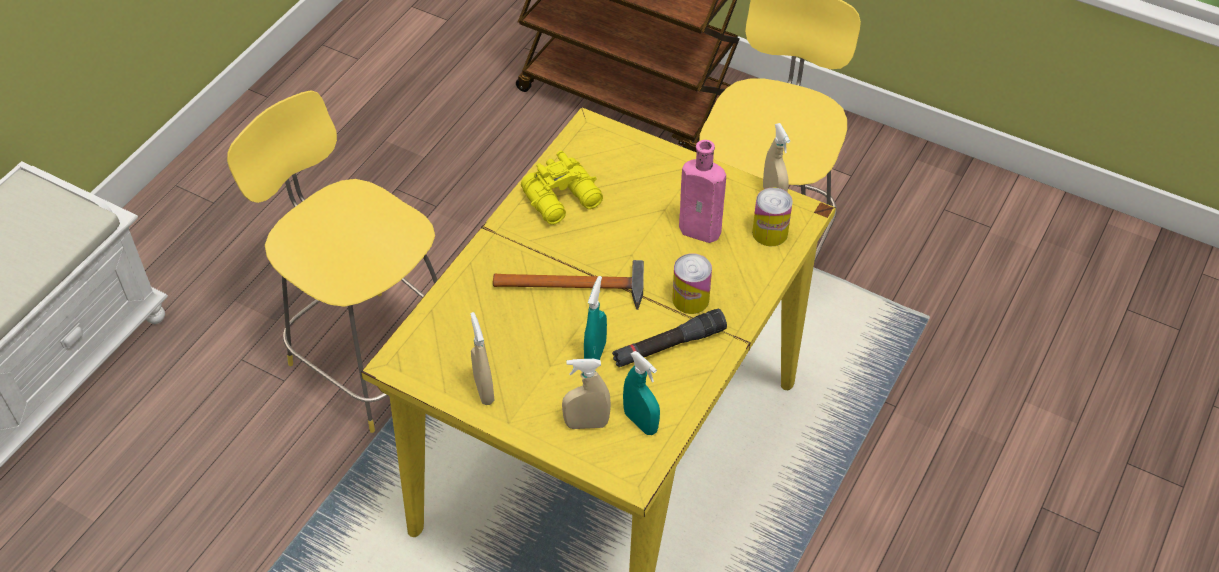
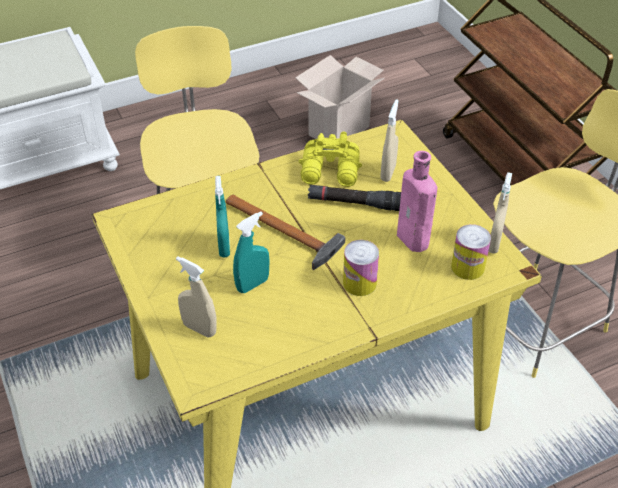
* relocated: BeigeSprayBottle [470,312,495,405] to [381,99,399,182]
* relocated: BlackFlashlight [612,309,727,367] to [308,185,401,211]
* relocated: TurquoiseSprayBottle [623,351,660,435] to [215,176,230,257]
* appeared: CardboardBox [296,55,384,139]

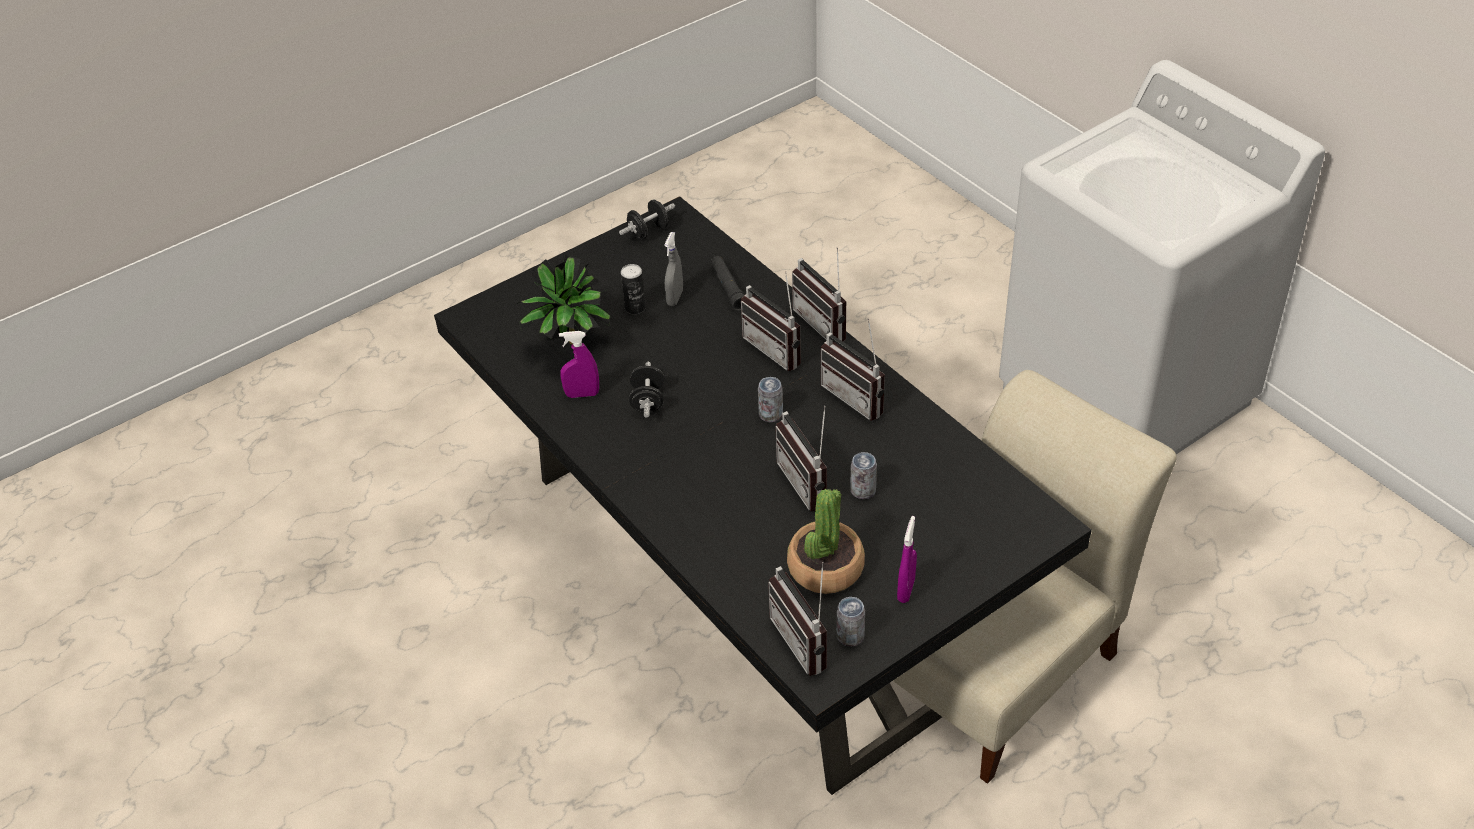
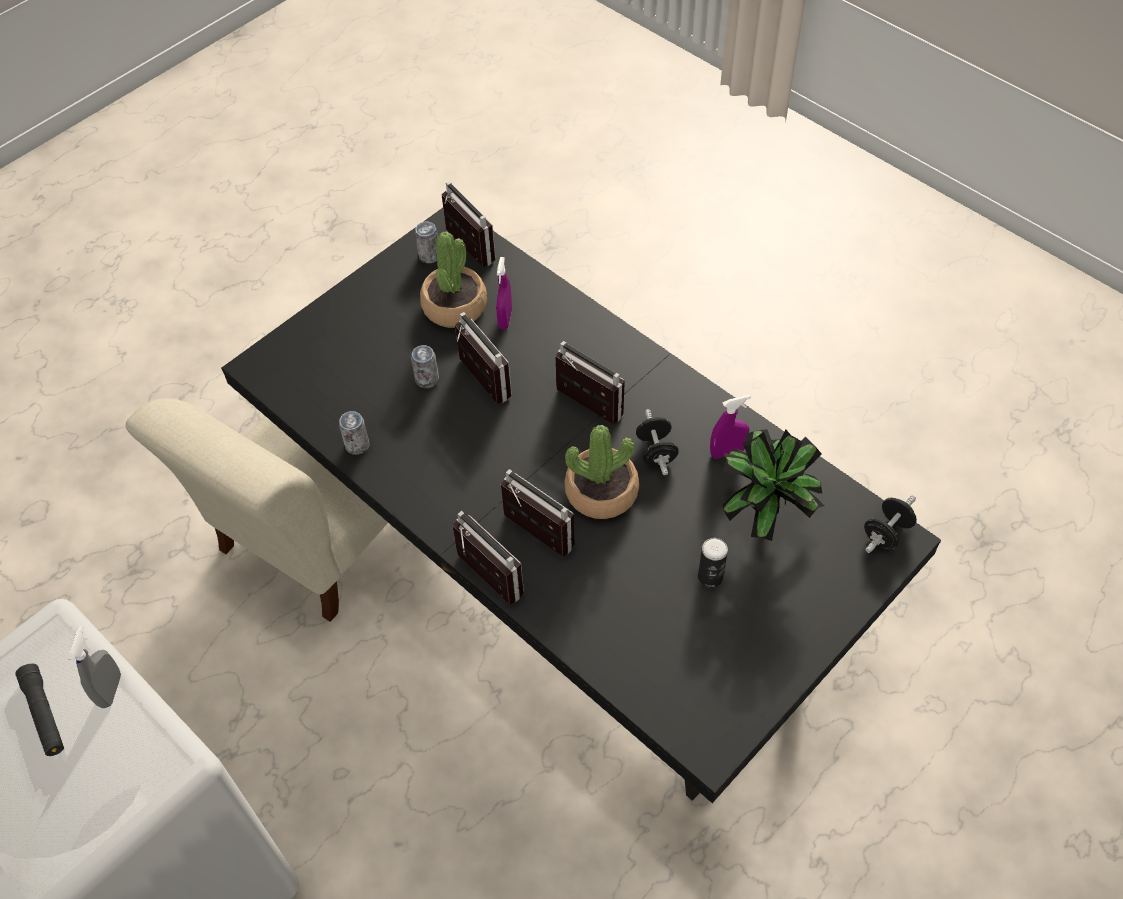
* relocated: BlackDumbbell [619,200,675,239] to [864,495,917,553]
* relocated: GreySprayBottle [665,232,683,306] to [68,626,121,708]
* relocated: BlackFlashlight [710,256,744,311] to [15,664,64,756]
* relocated: Can [758,377,783,422] to [339,411,370,455]
* relocated: Radio [821,318,885,421] to [555,341,625,424]
* relocated: PurpleSprayBottle [897,516,917,603] to [496,257,512,330]
* appeared: PottedPlant [565,425,639,519]

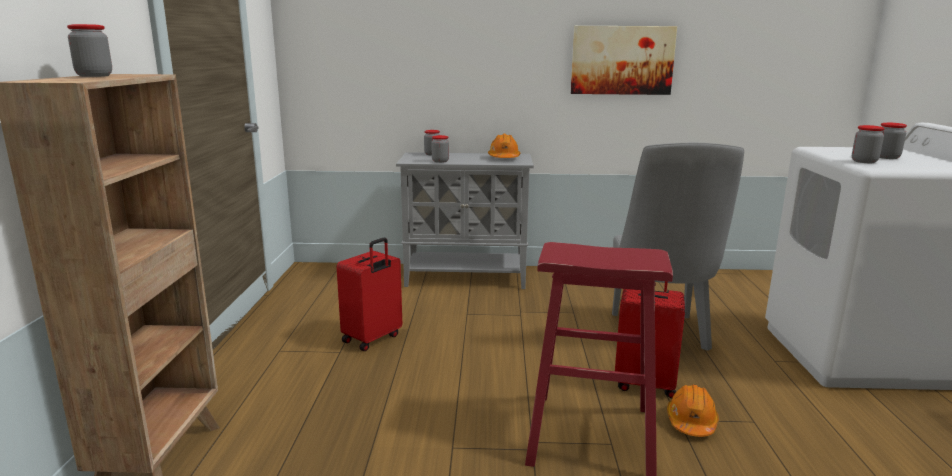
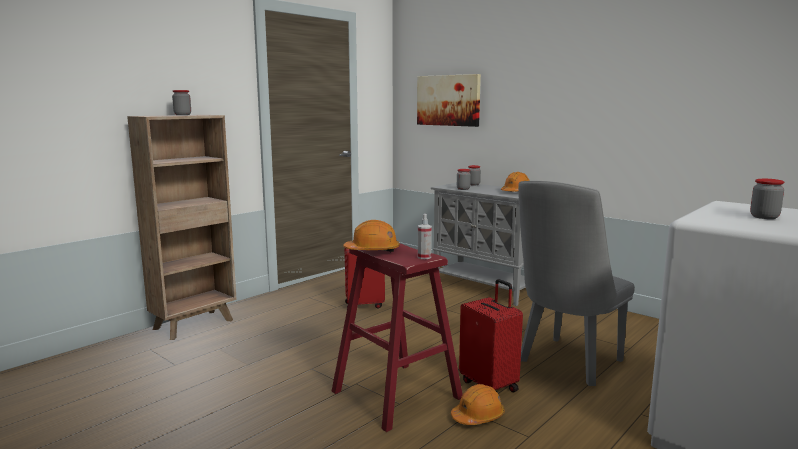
* relocated: Picture [571,26,677,95] to [417,74,481,127]
* missing: Jar [852,125,885,163]
* appeared: OrangeHardHat [343,220,400,253]
* appeared: SprayBottle [418,214,432,259]

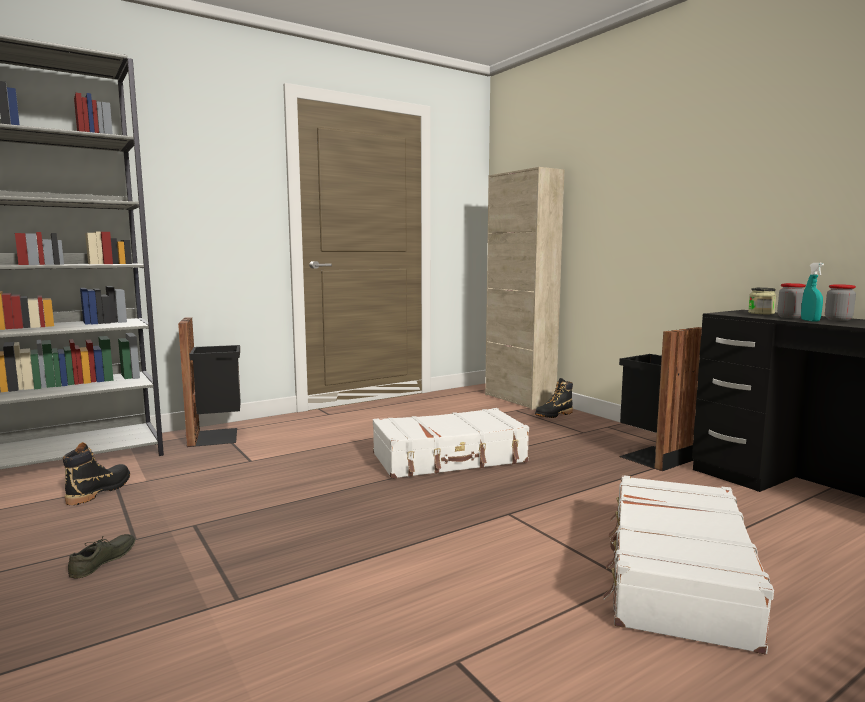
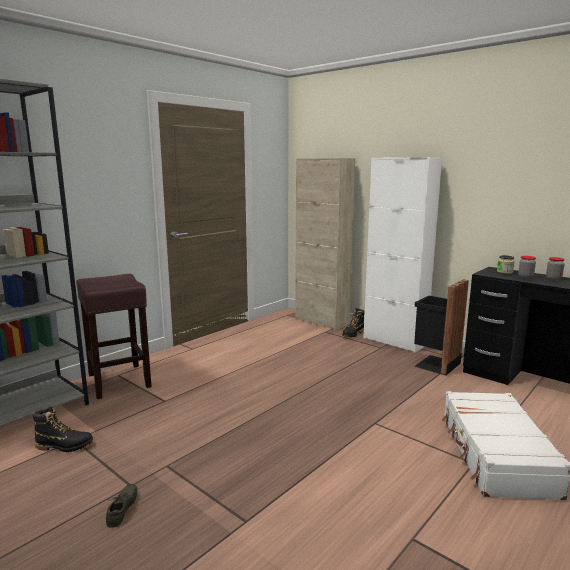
* spun: BlackBoot [63,442,130,505] = [32,406,93,452] 90 degrees clockwise
* exchanged: BlackTrashCan [178,317,241,447] to BrownStool [76,274,152,399]
* missing: WhiteSuitcase [373,408,529,479]
* missing: TurquoiseSprayBottle [801,263,824,322]
* appeared: WhiteCabinet [364,157,442,353]

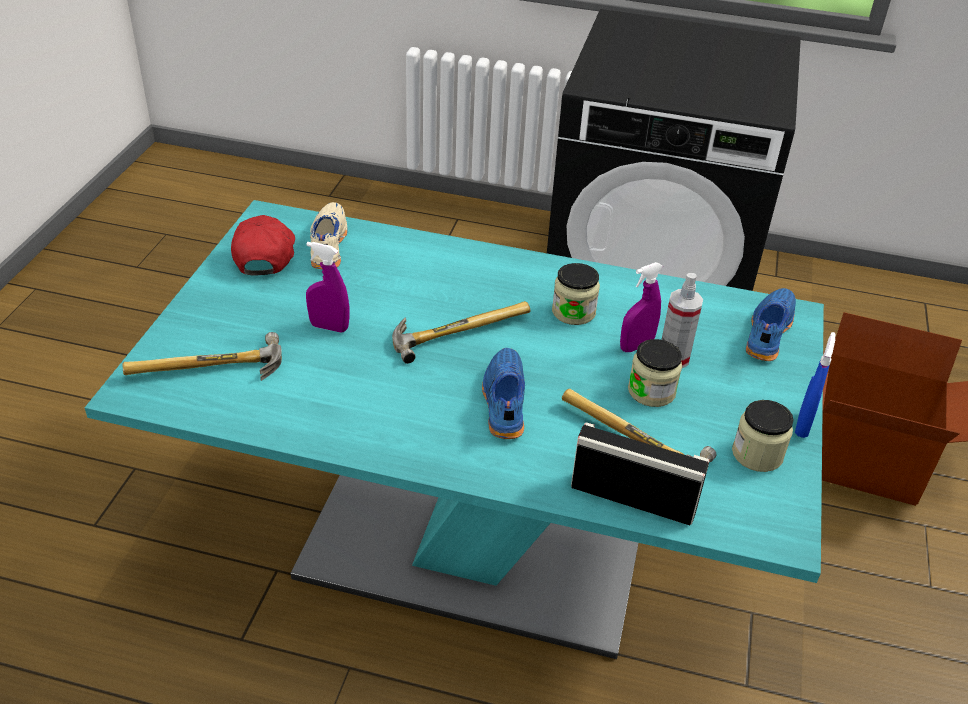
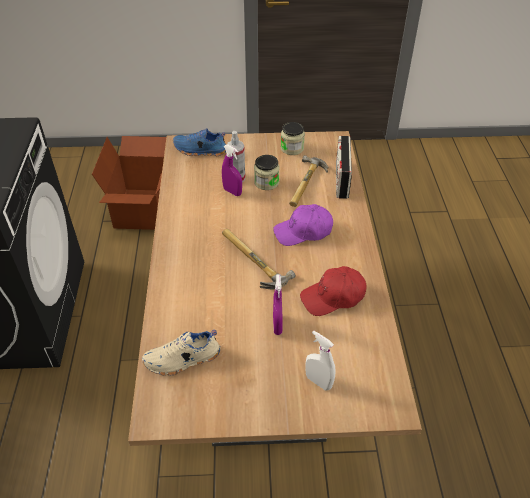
* colour: TurquoiseDiningTable [85,200,824,659] to BrownDiningTable [128,131,422,446]
* missing: Hammer [122,332,282,381]
* relocated: RedCap [231,215,295,276] to [300,266,367,316]
* exchanged: BlueShoe [482,348,525,439] to PurpleCap [273,204,333,246]
* missing: Jar [552,263,600,325]
* missing: BlueSprayBottle [795,332,835,438]
* appeared: WhiteSprayBottle [305,331,335,391]

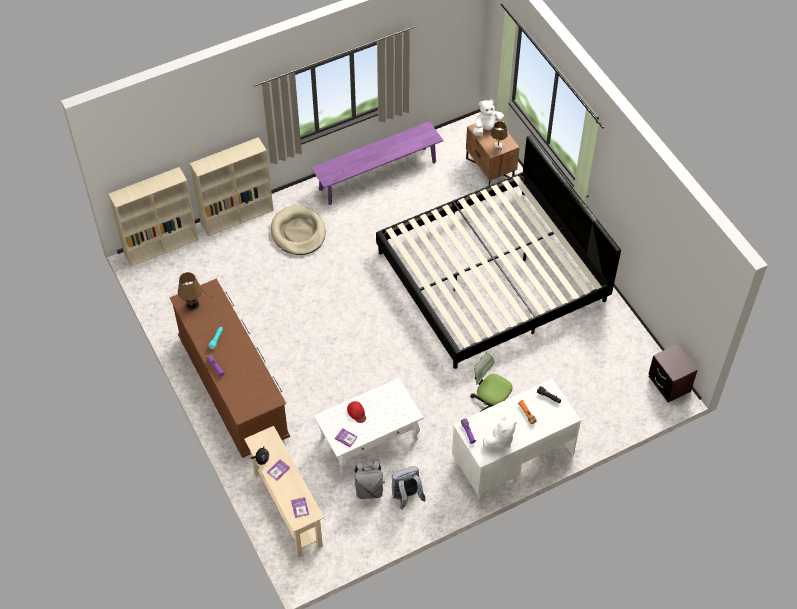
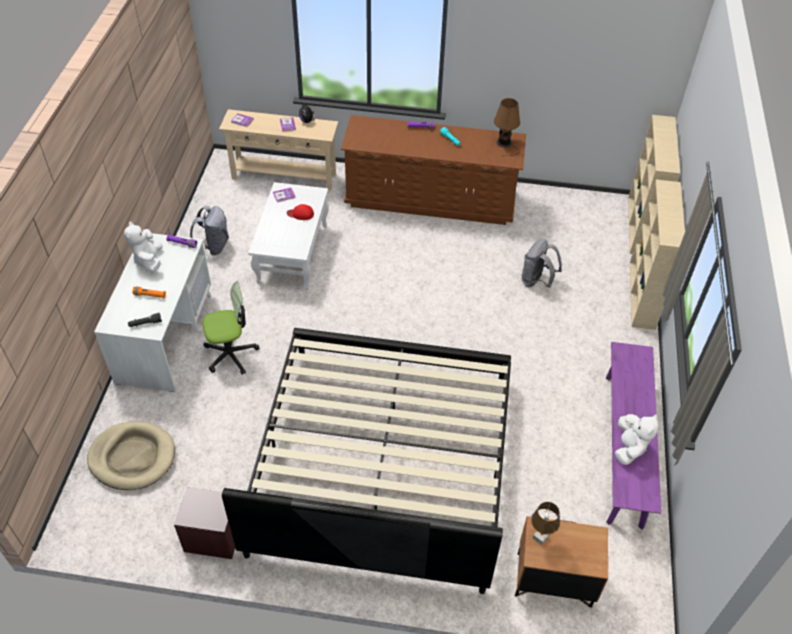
* relocated: BeigeDogBed [271,205,326,255] to [87,421,175,490]
* relocated: GreyBackpack [354,461,385,499] to [521,239,562,288]
* relocated: WhitePlushToy [473,99,504,136] to [615,414,659,465]
* relocated: BrownNightstand [648,344,698,402] to [174,487,235,559]

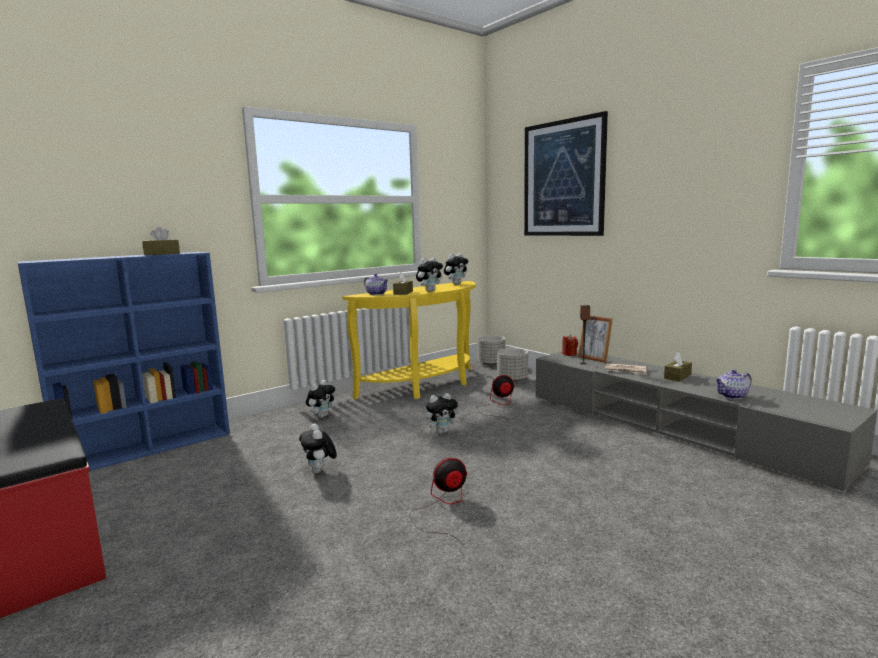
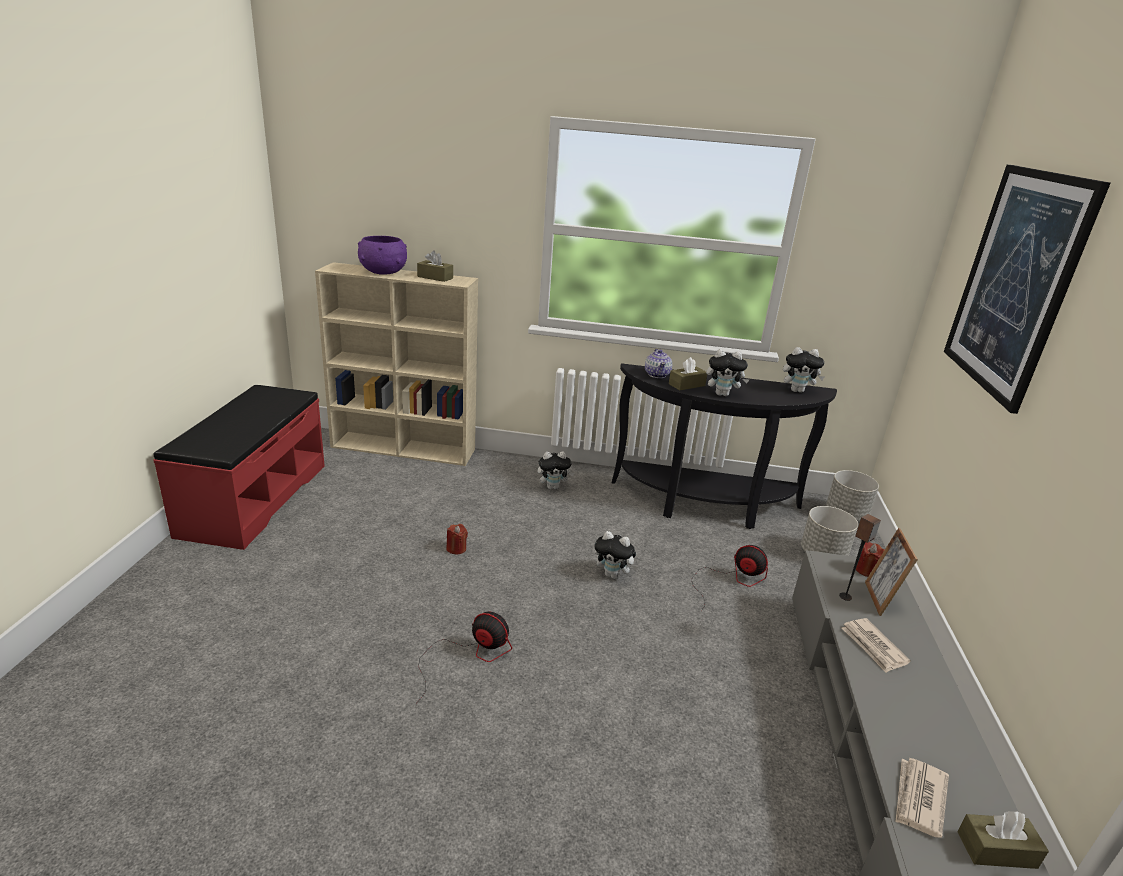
* colour: BlueBookcase [18,252,230,471] to BeigeBookcase [315,262,478,466]
* exchanged: PlushToy [299,424,337,473] to RedCandle [446,524,468,555]
* colour: YellowConsoleTable [342,281,476,399] to BlackConsoleTable [612,363,837,529]
* relocated: BrownTissueBox [664,352,692,382] to [957,811,1049,869]
* exchanged: Teapot [715,369,752,399] to Newspaper [895,758,949,838]
* appeared: PurpleBowl [358,236,407,274]

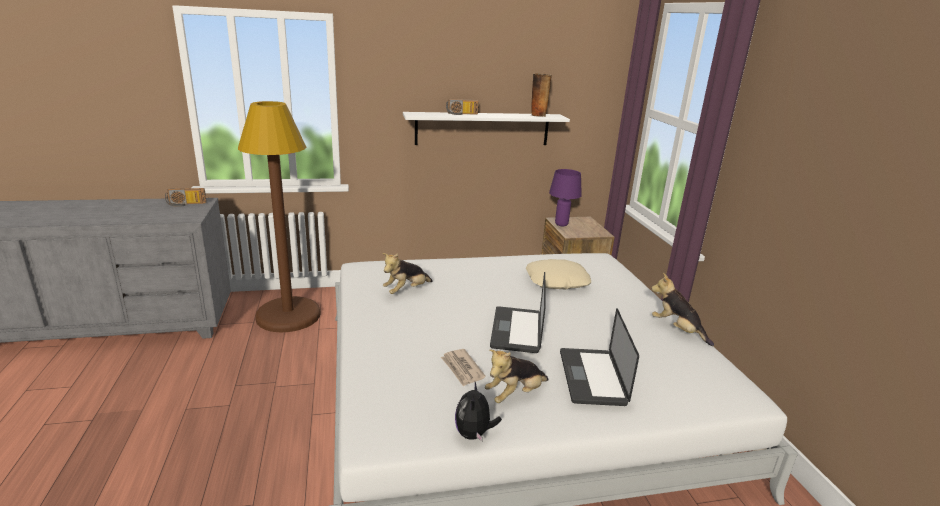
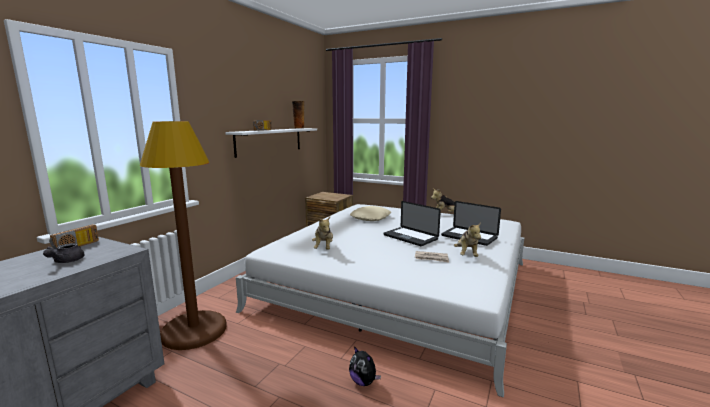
* relocated: PlushToy [455,382,502,441] to [349,346,381,386]
* missing: PurpleTableLamp [549,169,582,226]
* appeared: GreyTeapot [43,243,84,263]

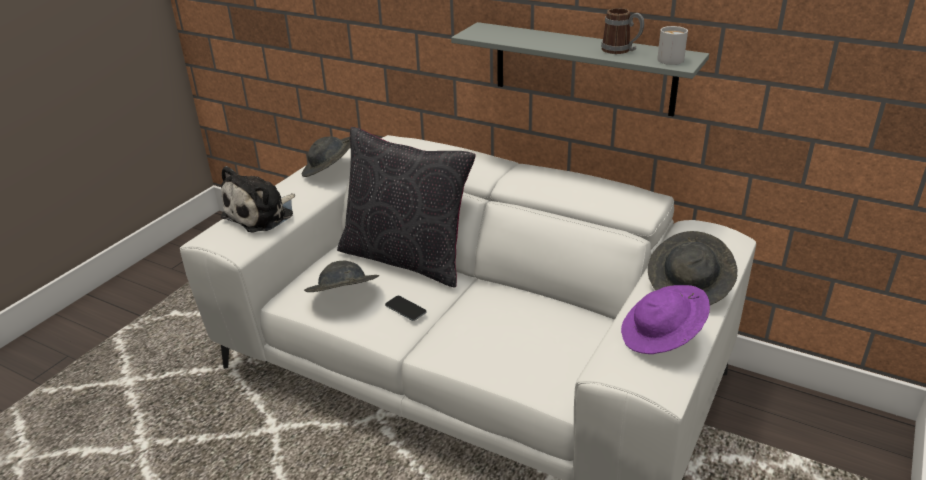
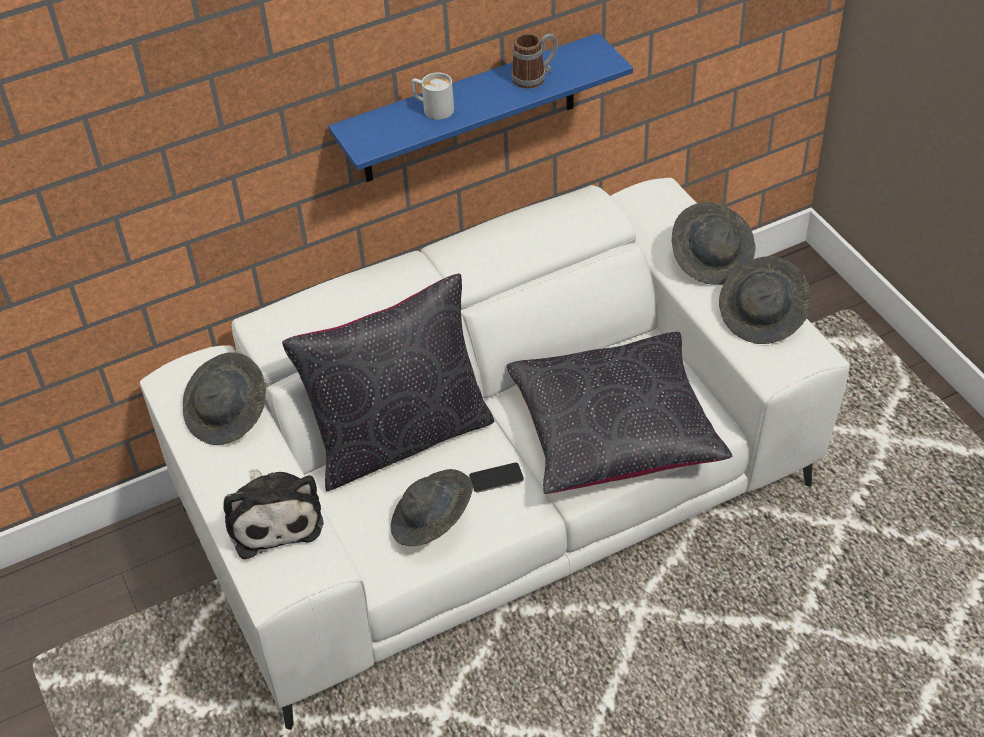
* colour: GreyShelf [451,22,709,117] to BlueShelf [328,33,633,182]
* colour: PurpleHat [621,285,710,354] to GreyHat [719,256,811,344]
* relocated: WhiteMug [657,26,688,65] to [412,72,454,120]
* appeared: BlackPillow [507,332,732,494]

